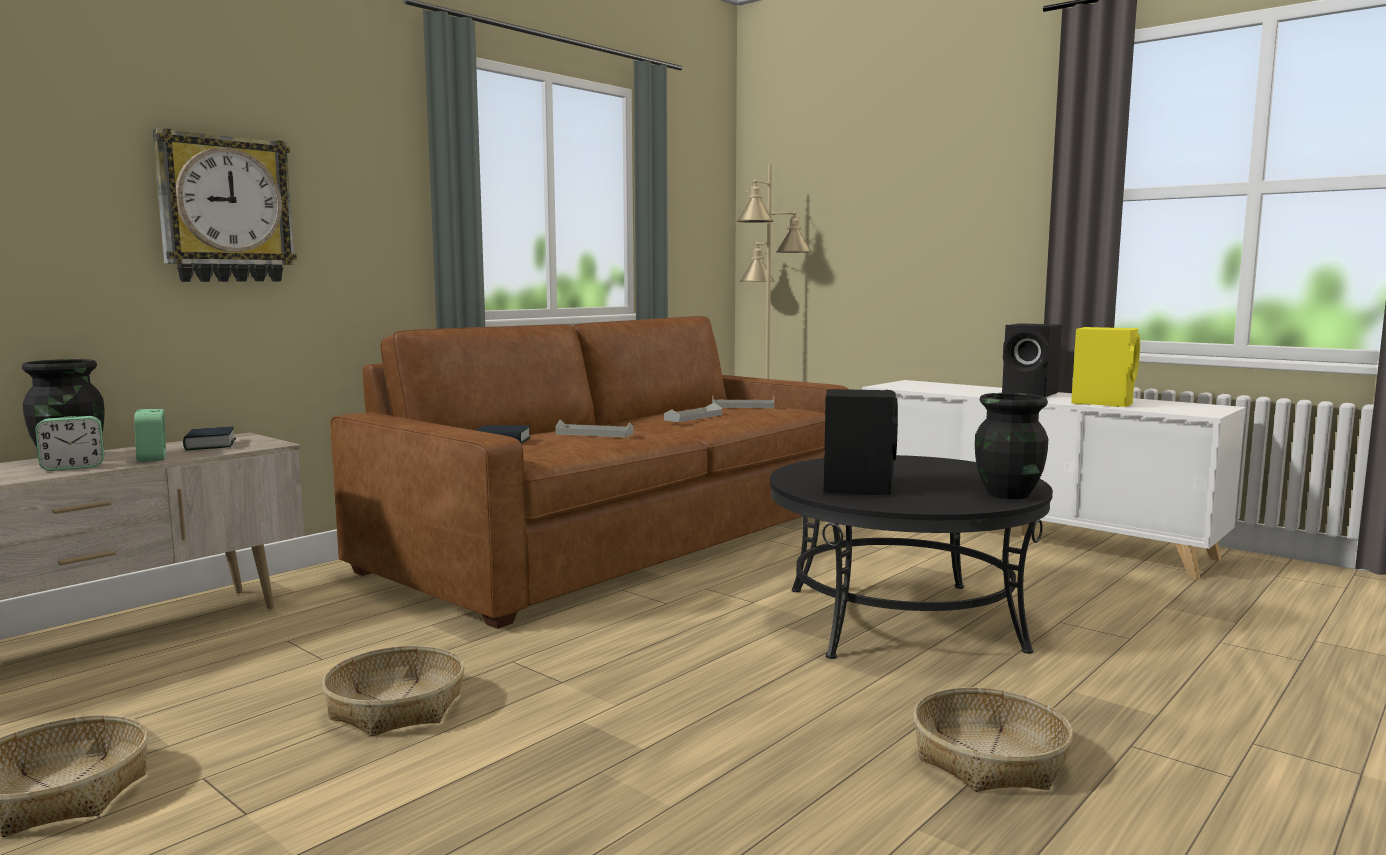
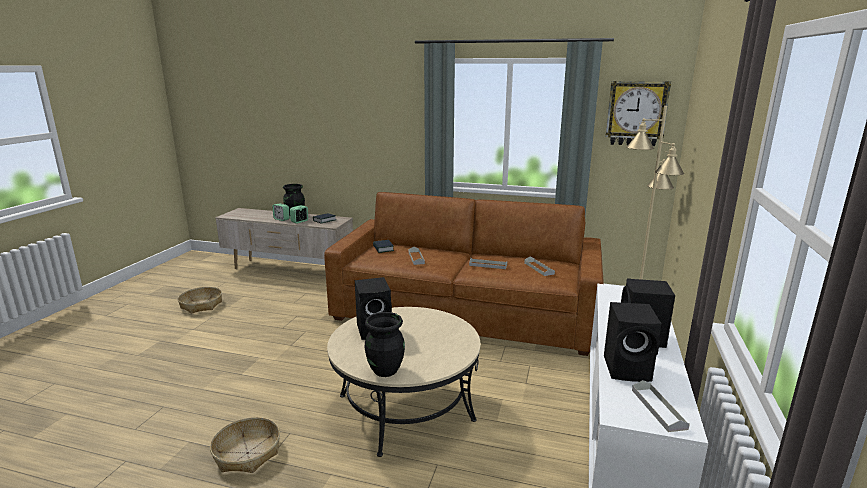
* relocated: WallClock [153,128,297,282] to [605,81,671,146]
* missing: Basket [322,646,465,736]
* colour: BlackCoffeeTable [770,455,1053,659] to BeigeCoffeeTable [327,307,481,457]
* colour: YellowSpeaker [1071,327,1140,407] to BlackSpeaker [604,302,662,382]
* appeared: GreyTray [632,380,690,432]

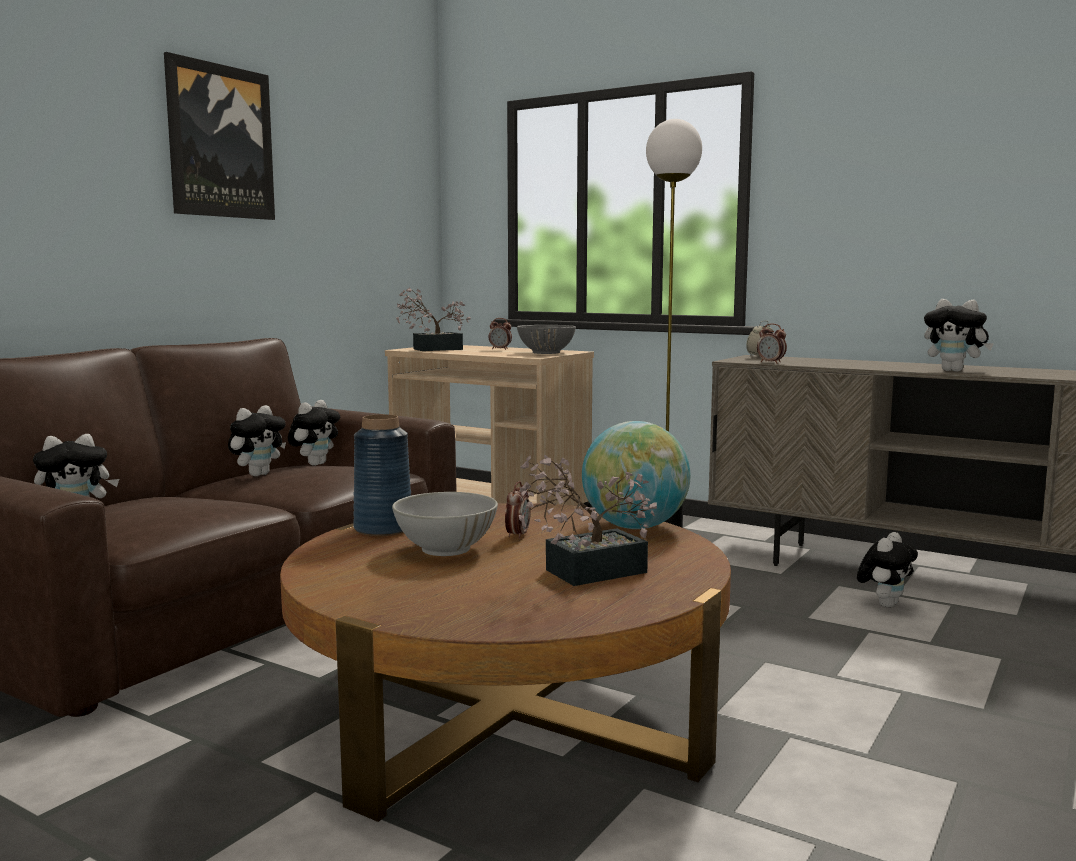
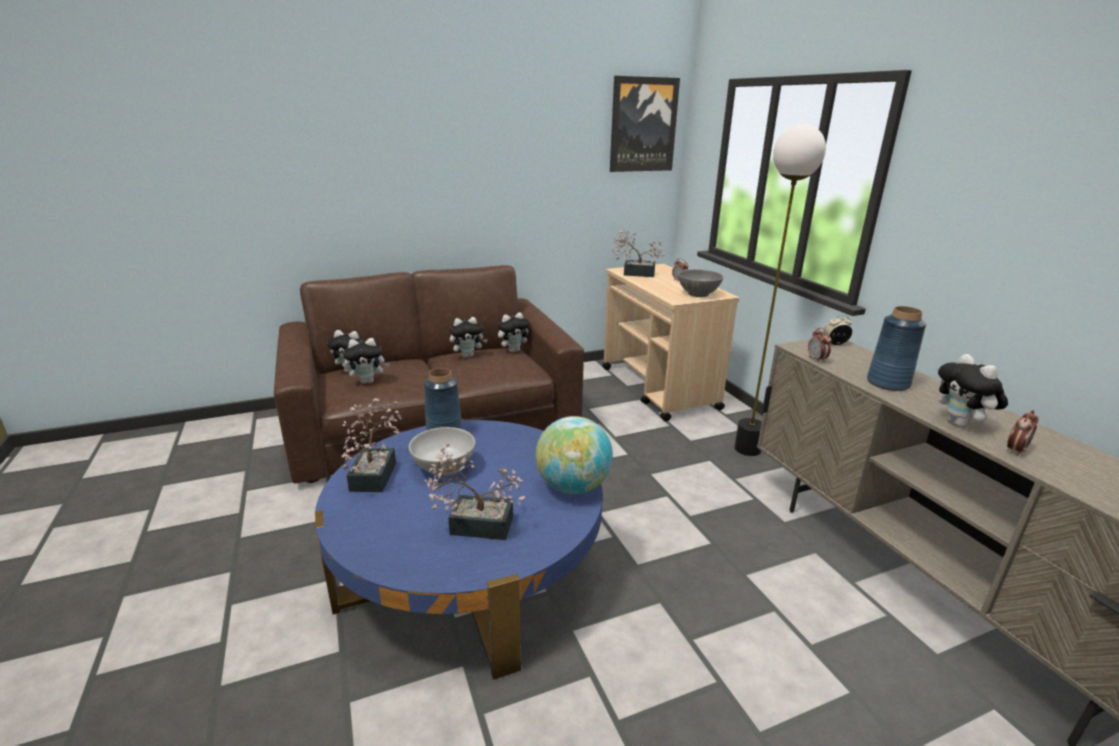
* relocated: Picture [164,52,275,220] to [610,76,680,172]
* colour: BrownCoffeeTable [280,503,731,822] to BlueCoffeeTable [315,420,603,680]
* relocated: AlarmClock [505,481,531,539] to [1007,410,1039,456]
* relocated: PlushToy [857,532,918,607] to [343,338,390,384]
* appeared: PottedPlant [342,398,402,492]
* appeared: BlueVase [867,306,926,391]

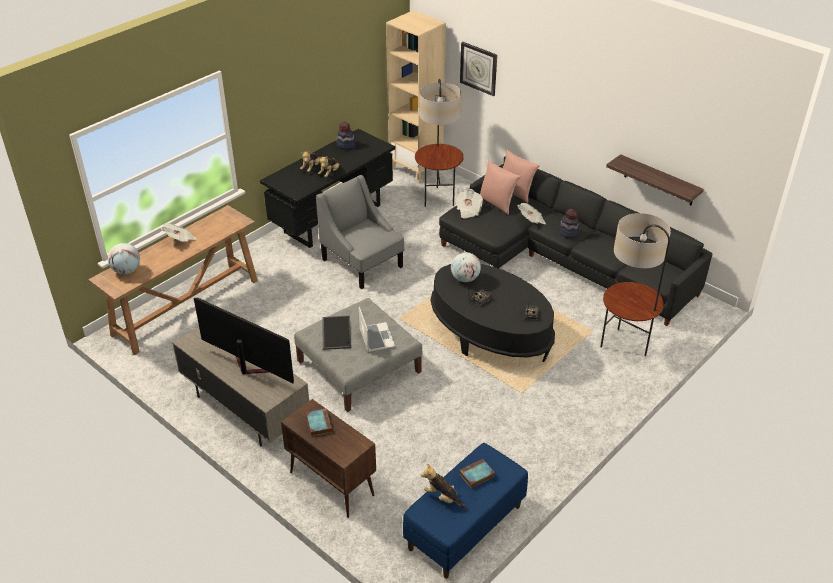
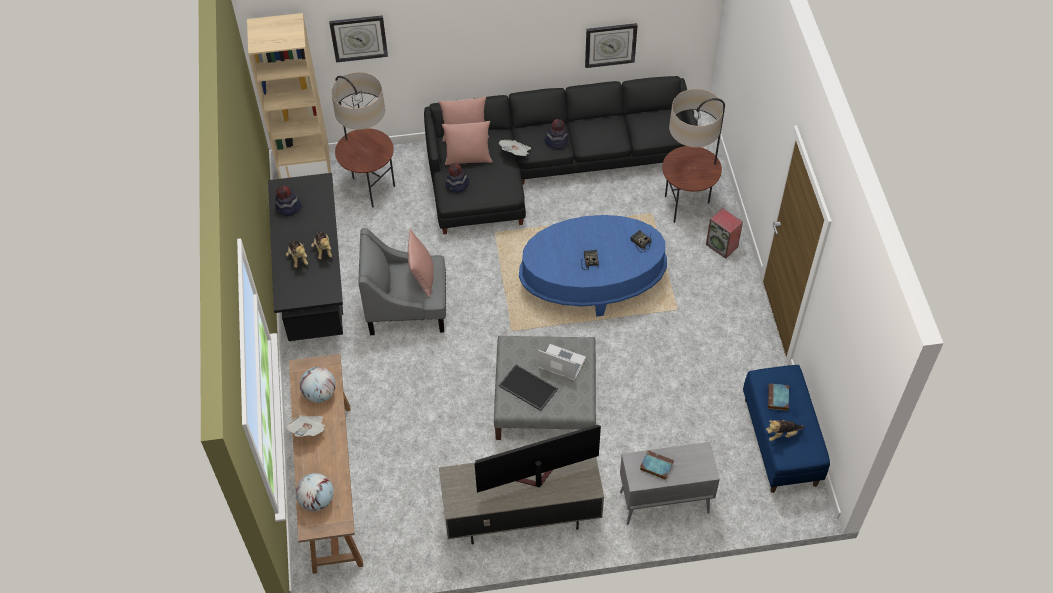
* colour: BrownCabinet [281,399,376,518] to GreyCabinet [620,442,720,525]
* colour: BlackCoffeeTable [431,264,555,362] to BlueCoffeeTable [519,215,667,316]
* relocated: Globe [451,252,481,282] to [300,367,336,403]
* exchanged: Newspaper [455,189,483,219] to Hat [445,163,469,193]
* exchanged: Shelf [606,154,704,205] to WallClock [585,23,638,68]
* appeared: PinkPillow [408,229,434,297]
* appeared: Speaker [706,208,743,259]

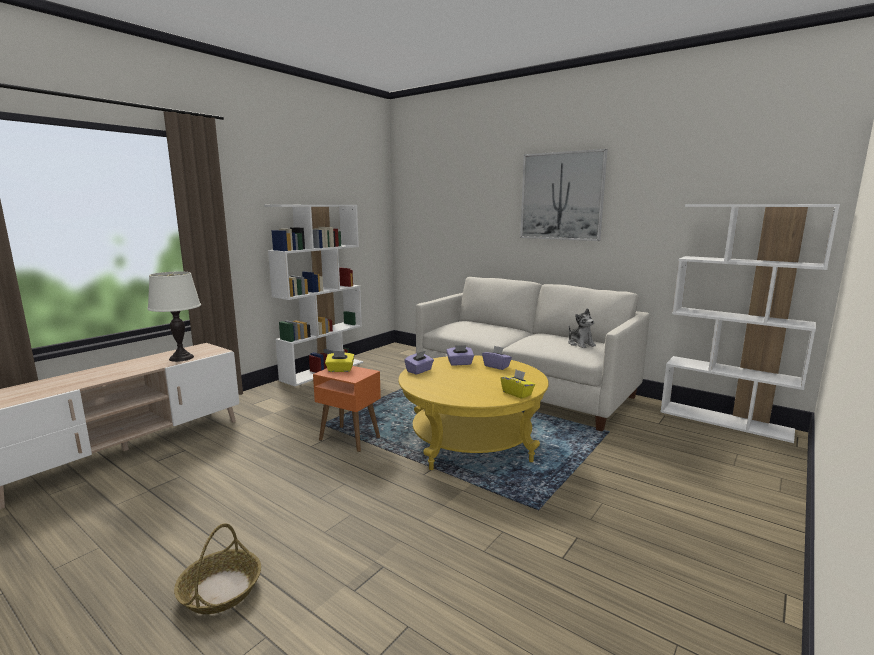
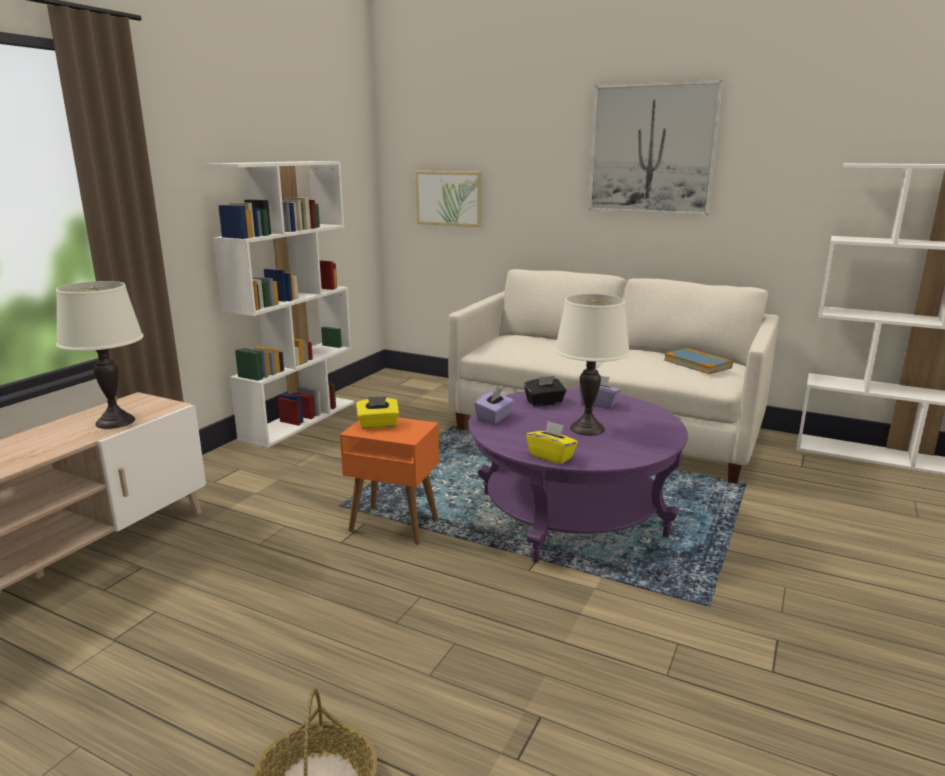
* colour: YellowCoffeeTable [399,355,549,470] to PurpleCoffeeTable [469,388,688,563]
* colour: PurpleTissueBox [446,345,474,366] to BlackTissueBox [524,376,566,407]
* relocated: YellowTissueBox [500,370,535,399] to [526,421,578,464]
* exchanged: PlushToy [568,308,596,348] to Book [664,348,733,374]
* appeared: Picture [415,171,482,227]
* appeared: WhiteTableLamp [554,294,630,436]

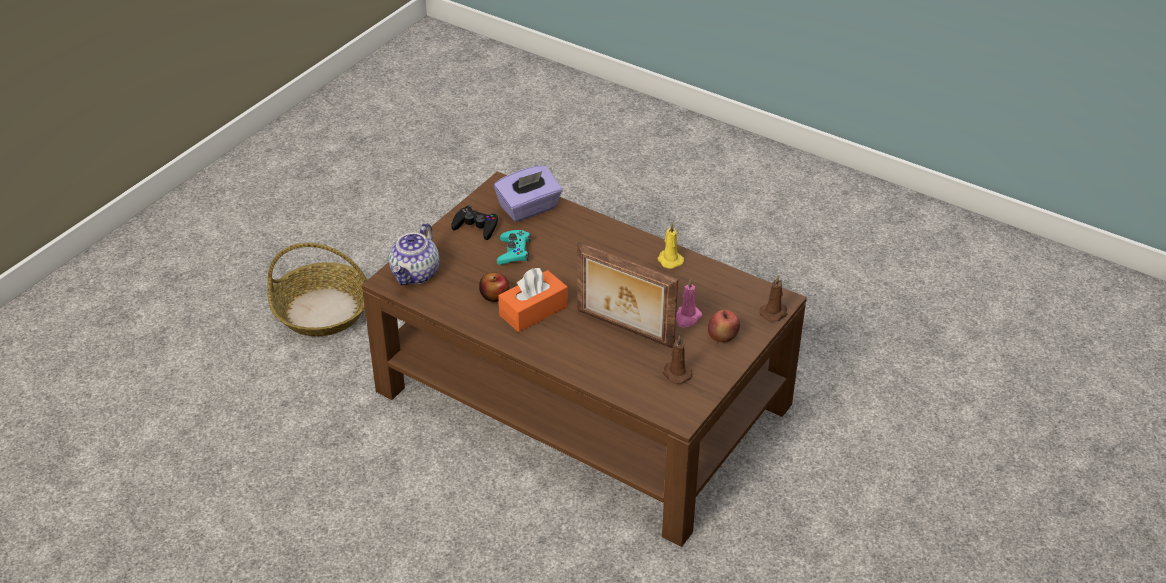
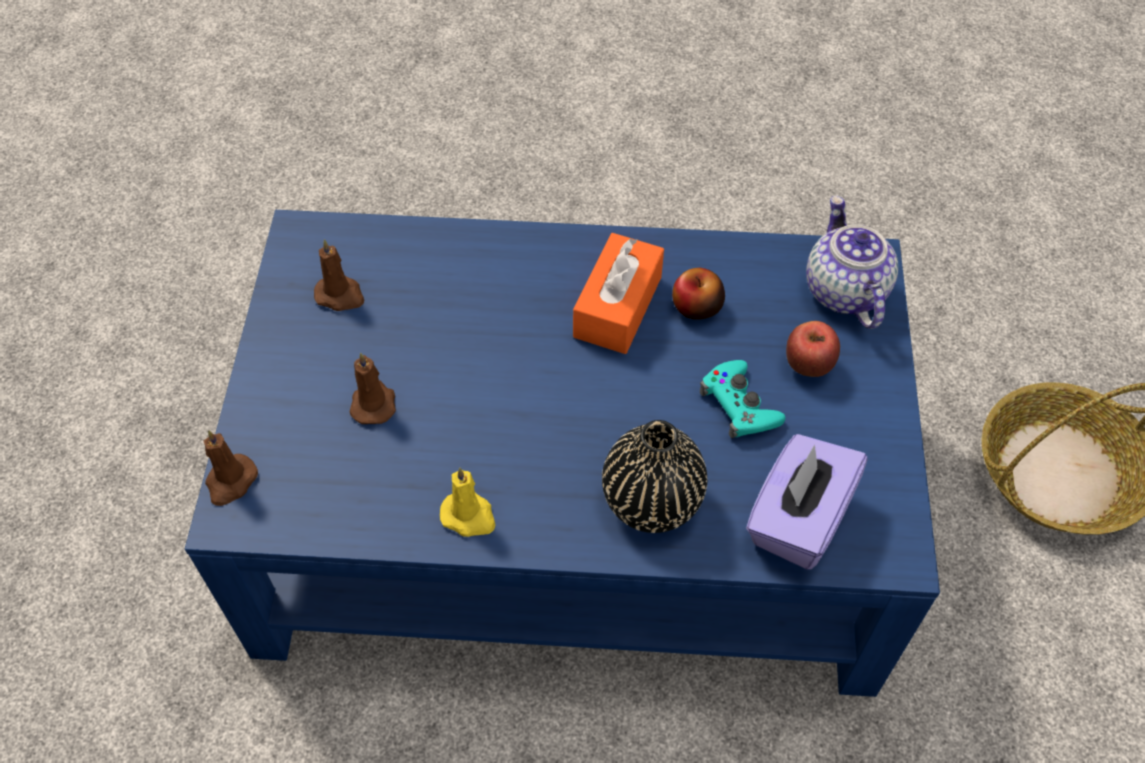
* colour: BrownCoffeeTable [361,171,807,547] to BlueCoffeeTable [185,210,940,697]
* missing: BlackGameController [451,206,498,240]
* missing: PictureFrame [577,242,678,348]
* colour: PinkCandle [676,279,702,328] to BrownCandle [350,353,396,424]
* relocated: Apple [708,310,740,343] to [786,321,840,377]
* appeared: BlackVase [602,420,707,533]

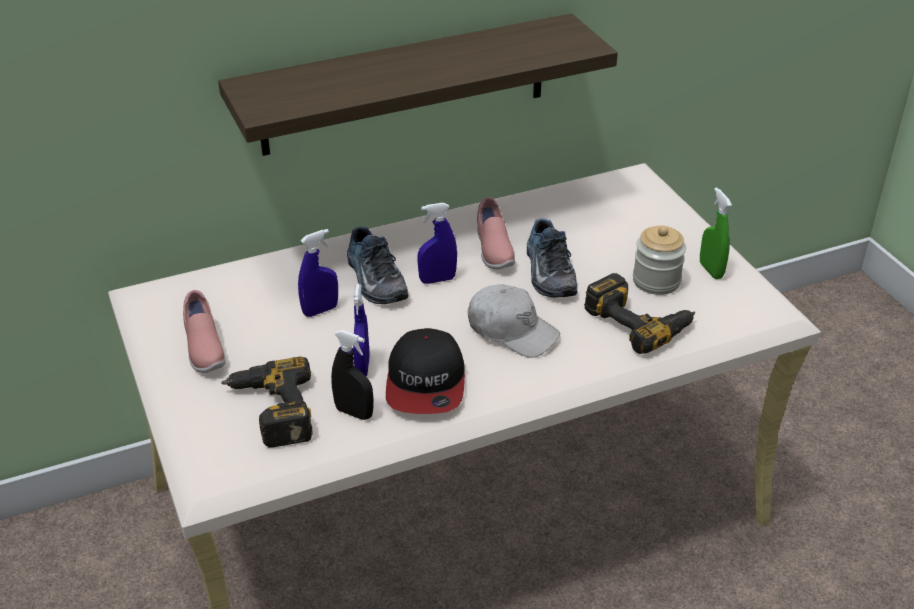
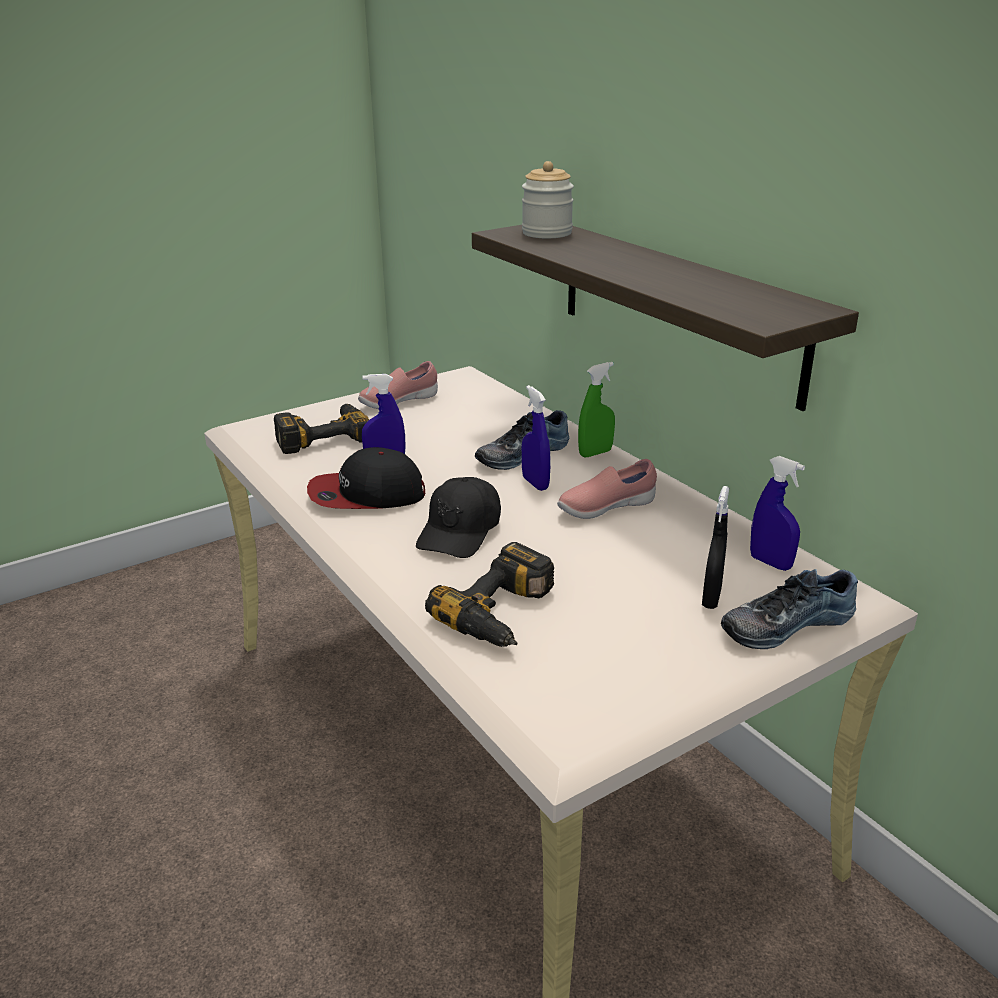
* relocated: BlueSprayBottle [298,229,338,317] to [750,456,805,571]
* relocated: BlackSprayBottle [331,330,373,420] to [702,486,729,609]
* colour: WhiteCap [468,284,560,358] to BlackCap [416,477,501,558]
* relocated: Shoe [527,218,578,297] to [721,569,858,649]
* relocated: Jar [633,226,686,295] to [522,161,574,238]
* relocated: GreenSprayBottle [700,187,732,279] to [578,362,615,457]

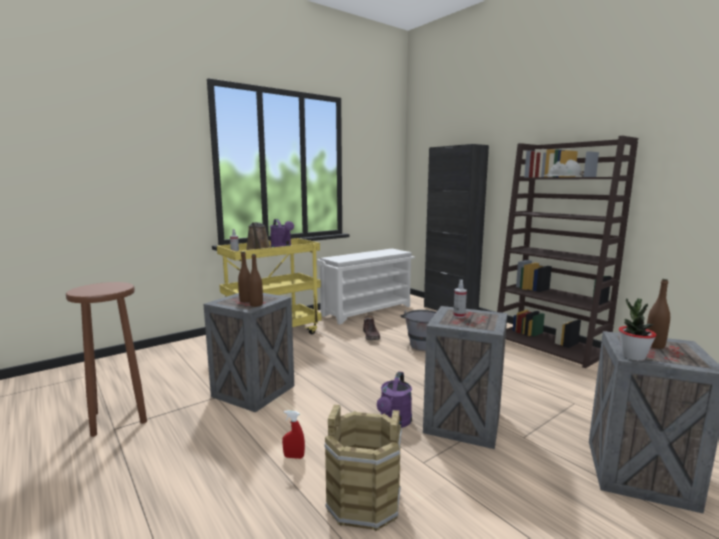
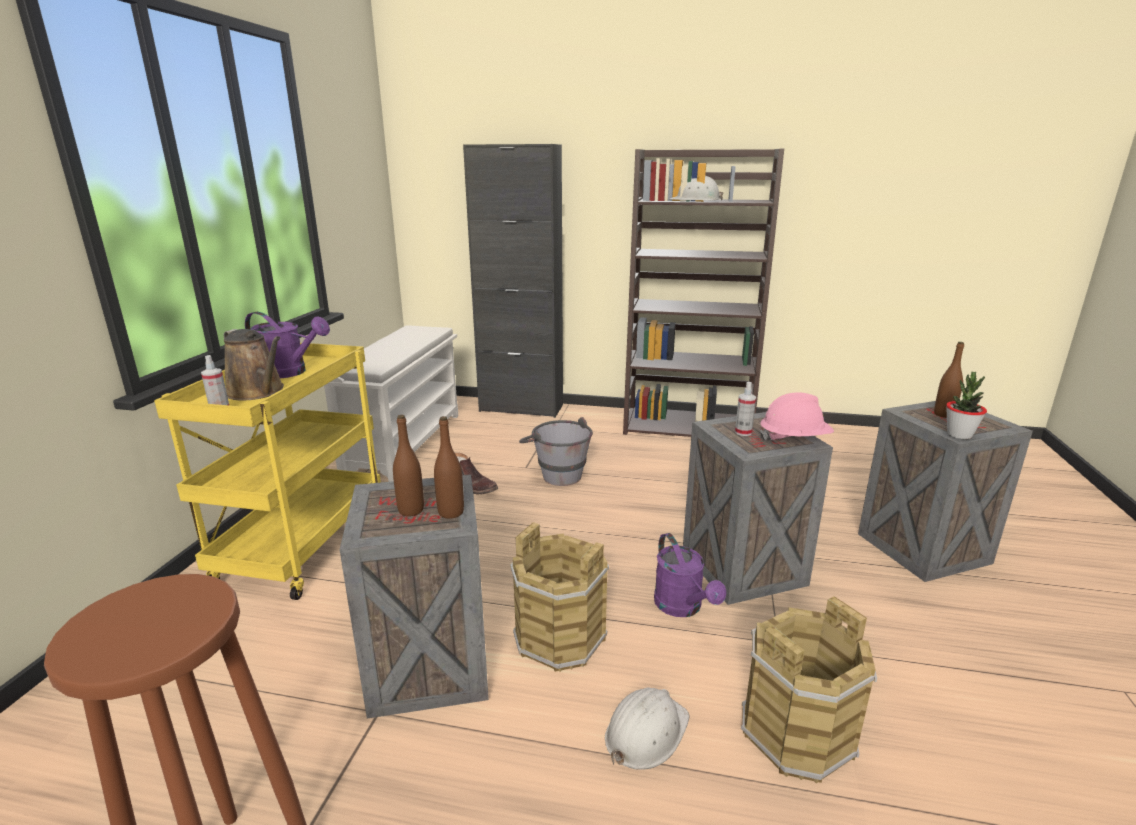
* exchanged: RedSprayBottle [282,410,305,459] to WhiteHardHat [605,687,689,770]
* appeared: BrownBucket [510,522,609,672]
* appeared: PinkHardHat [760,392,834,441]

